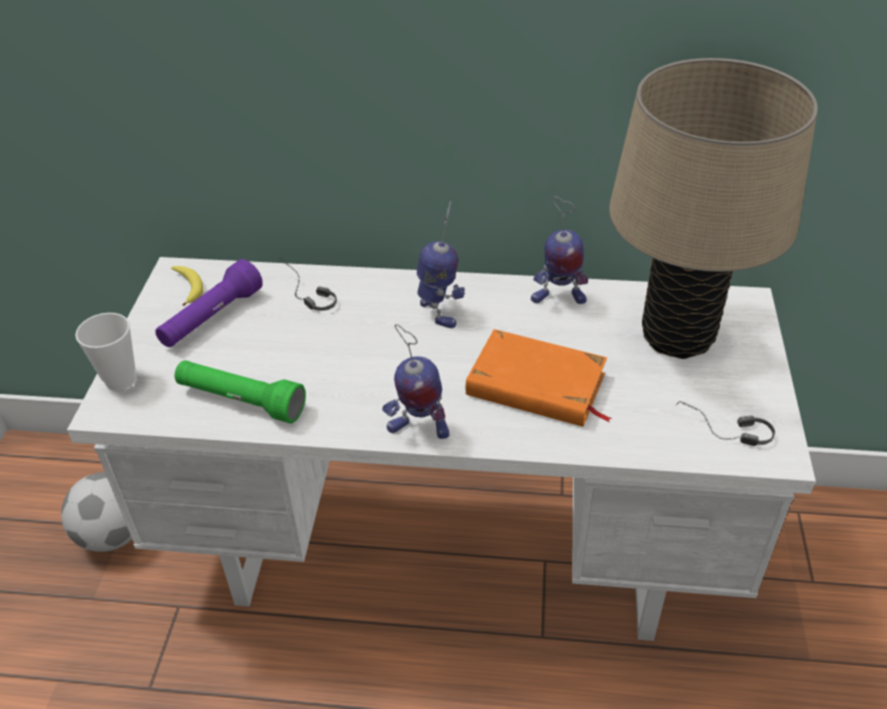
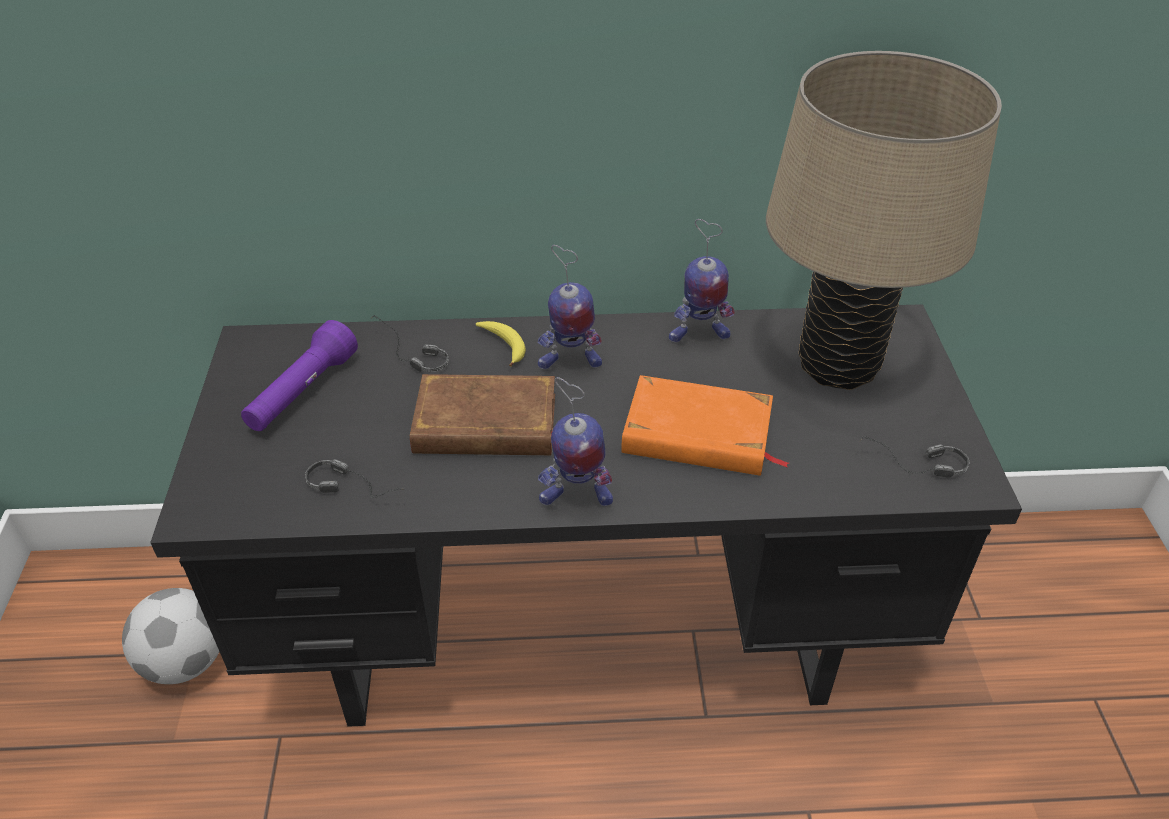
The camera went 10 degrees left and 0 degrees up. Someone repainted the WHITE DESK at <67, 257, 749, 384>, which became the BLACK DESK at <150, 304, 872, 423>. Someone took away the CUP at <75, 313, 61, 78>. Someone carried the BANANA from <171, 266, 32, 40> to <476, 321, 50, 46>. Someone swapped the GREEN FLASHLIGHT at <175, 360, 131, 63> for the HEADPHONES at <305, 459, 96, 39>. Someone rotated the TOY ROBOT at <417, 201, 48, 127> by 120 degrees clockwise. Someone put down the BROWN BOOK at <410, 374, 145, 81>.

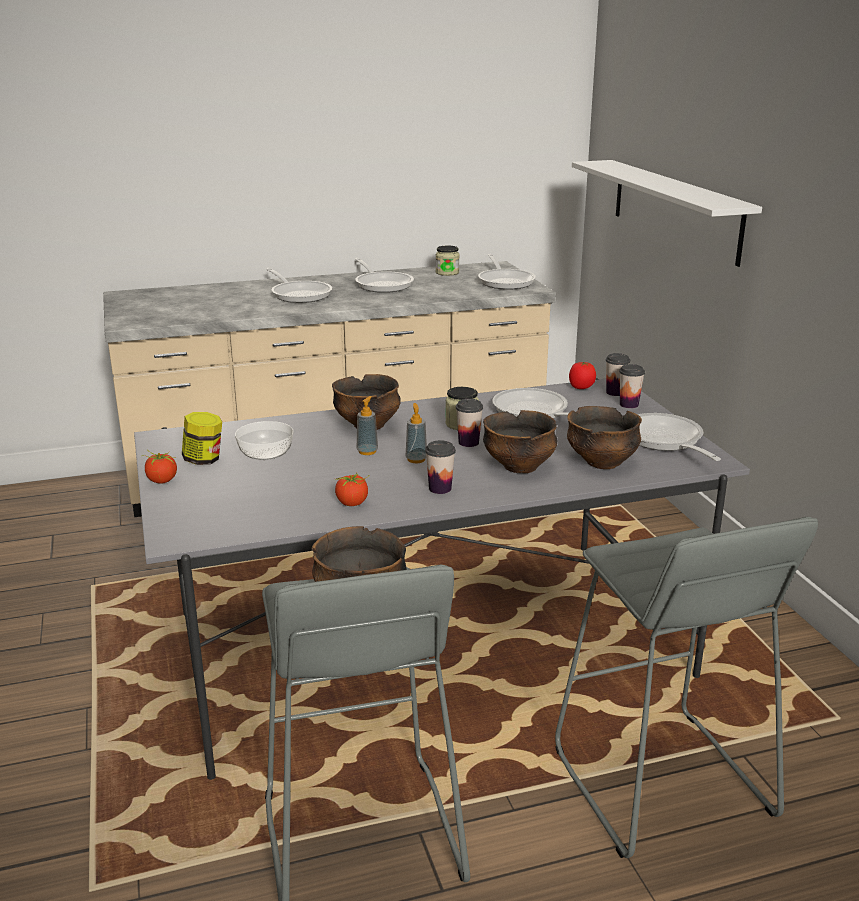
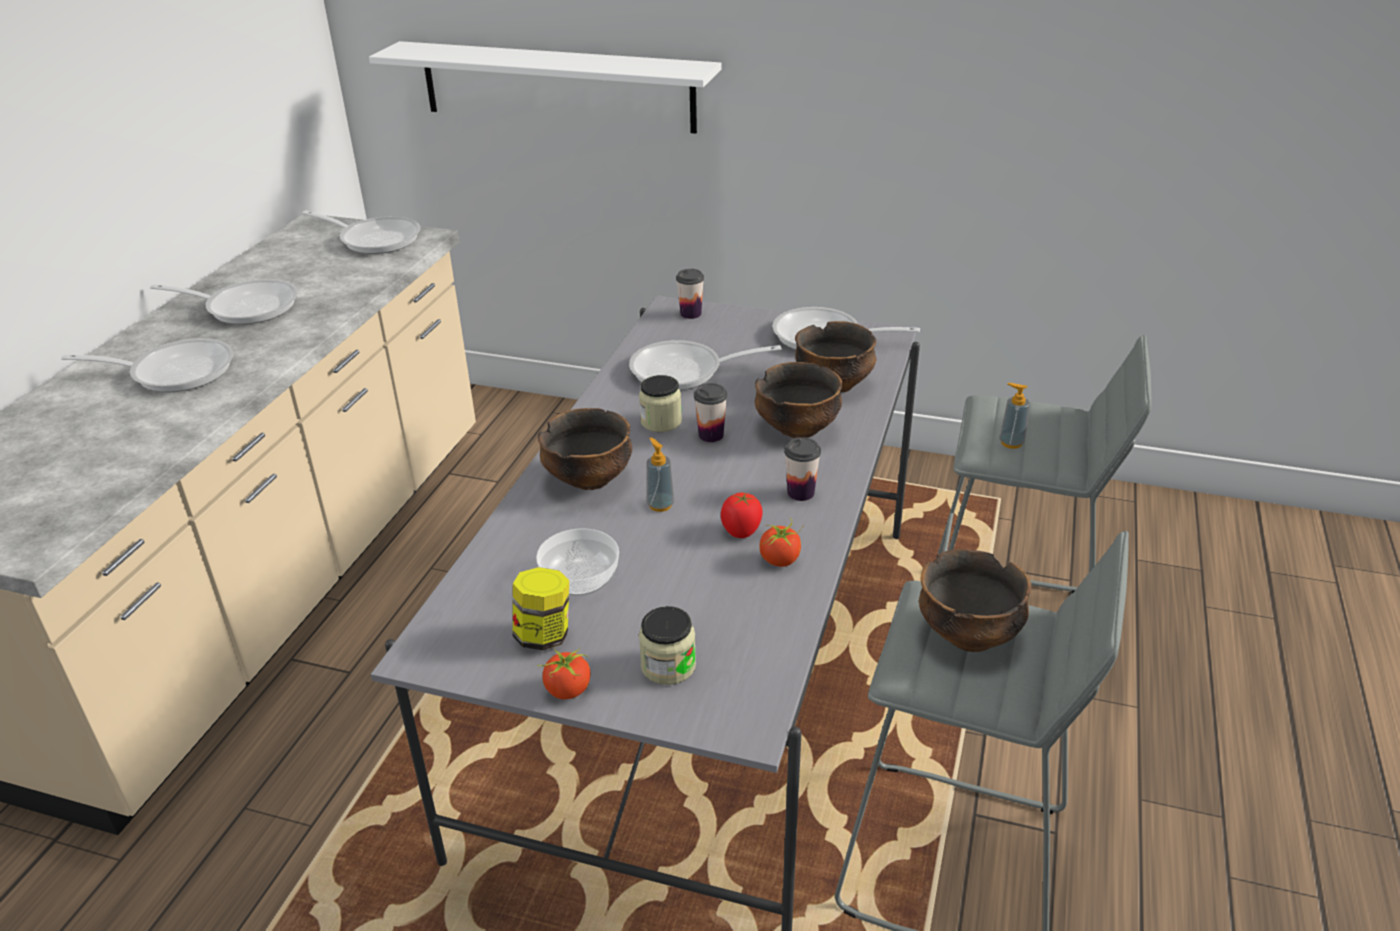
The camera went 55 degrees left and 10 degrees up. Someone carried the SOAP DISPENSER from <406, 403, 21, 60> to <999, 383, 31, 66>. Someone carried the JAR from <436, 246, 24, 30> to <639, 606, 57, 79>. Someone carried the TOMATO from <569, 362, 27, 27> to <721, 493, 42, 45>. Someone took away the CUP at <619, 364, 26, 44>.

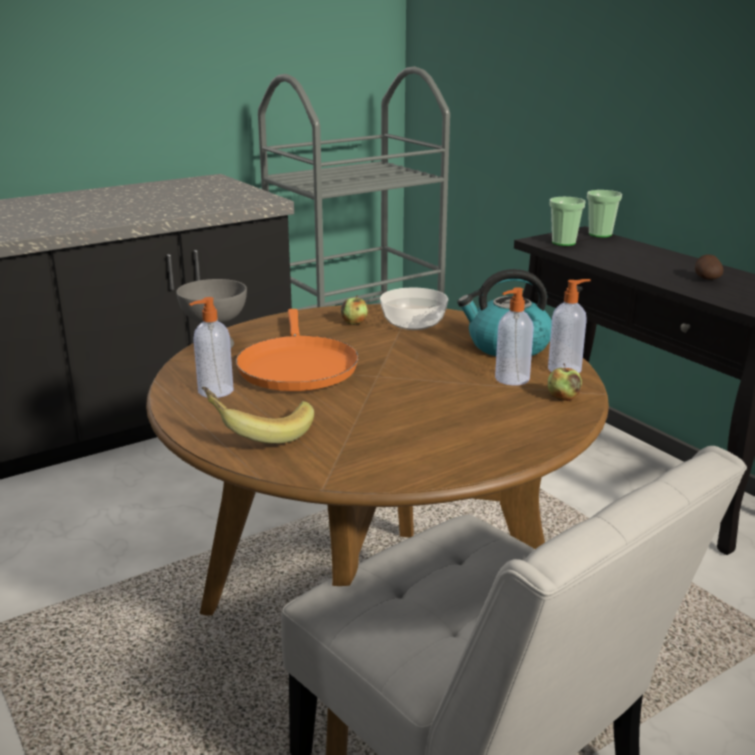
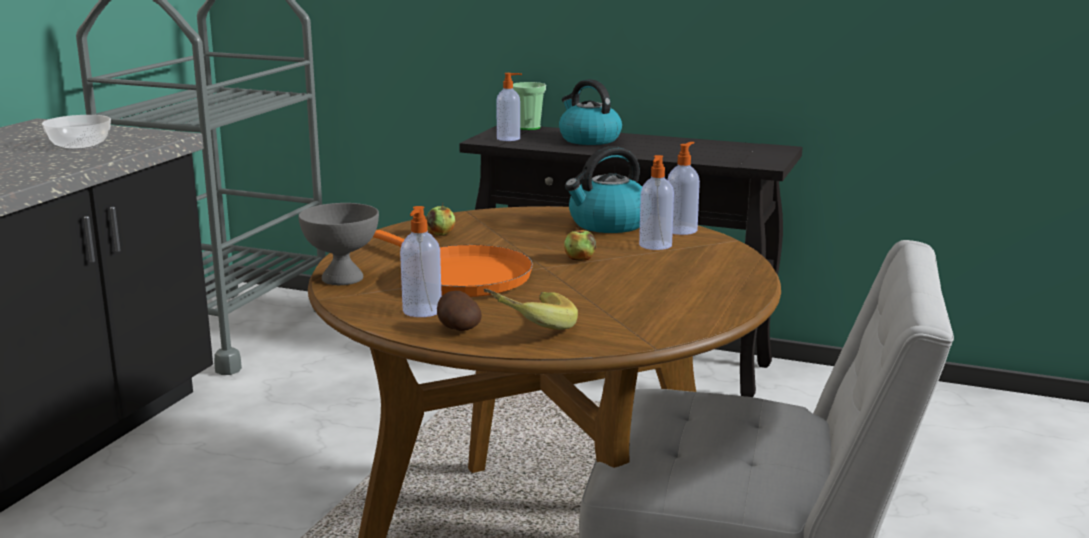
The camera went 35 degrees left and 5 degrees down. Someone carried the BOWL from <380, 287, 68, 43> to <42, 115, 69, 35>. Someone carried the APPLE from <547, 363, 35, 38> to <564, 226, 32, 35>. Someone swapped the CUP at <550, 197, 35, 49> for the SOAP DISPENSER at <496, 73, 26, 68>. Someone carried the POTATO from <695, 254, 29, 26> to <437, 291, 45, 40>. Someone put down the KETTLE at <559, 79, 63, 66>.

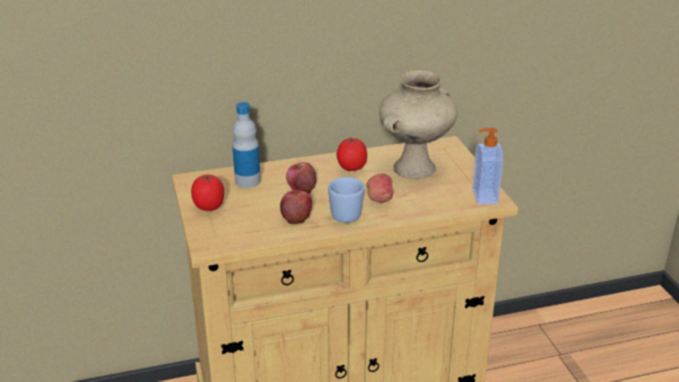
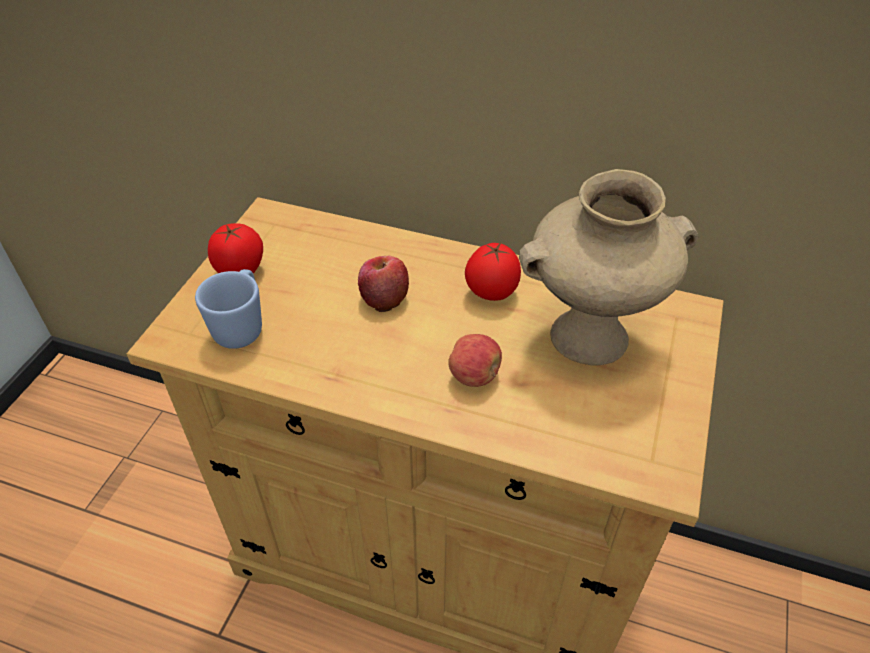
The camera went 35 degrees right and 15 degrees up. Someone took away the BOTTLE at <232, 102, 29, 86>. Someone took away the APPLE at <280, 190, 32, 34>. Someone carried the BLUE MUG from <328, 177, 37, 46> to <195, 269, 67, 80>. Someone took away the SOAP DISPENSER at <472, 128, 31, 77>.

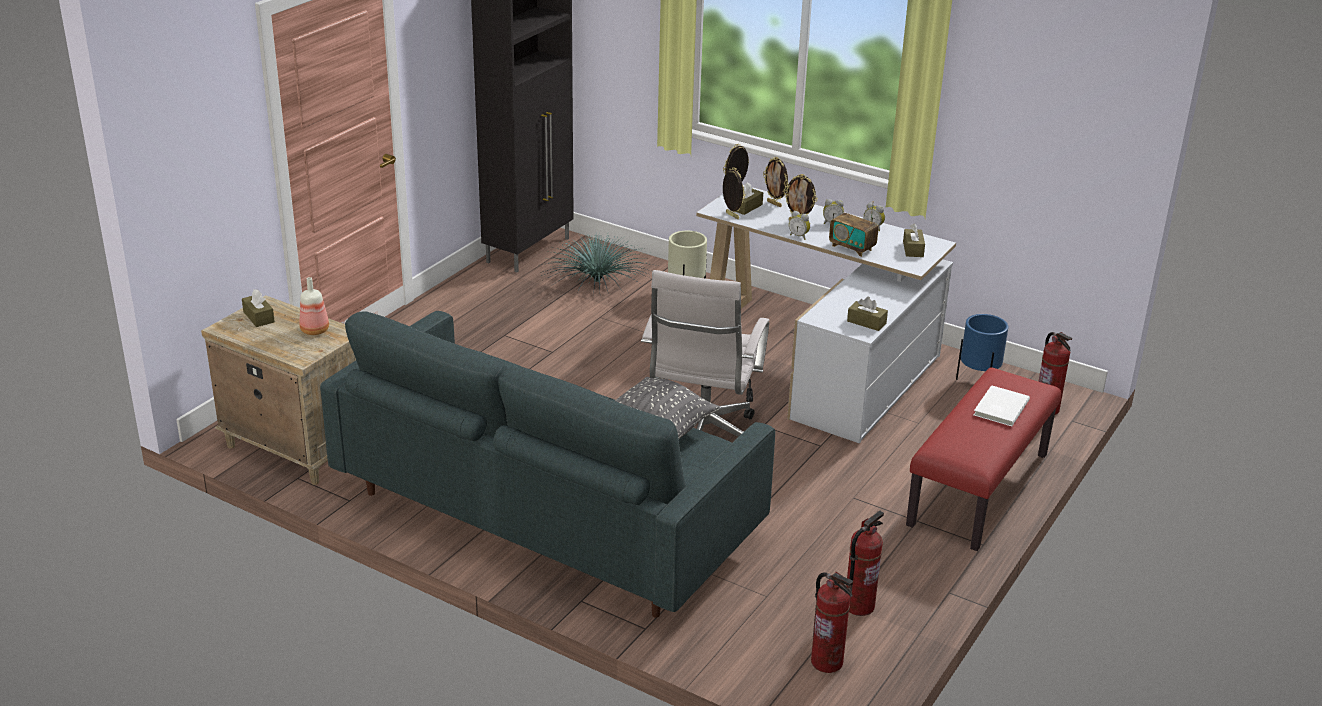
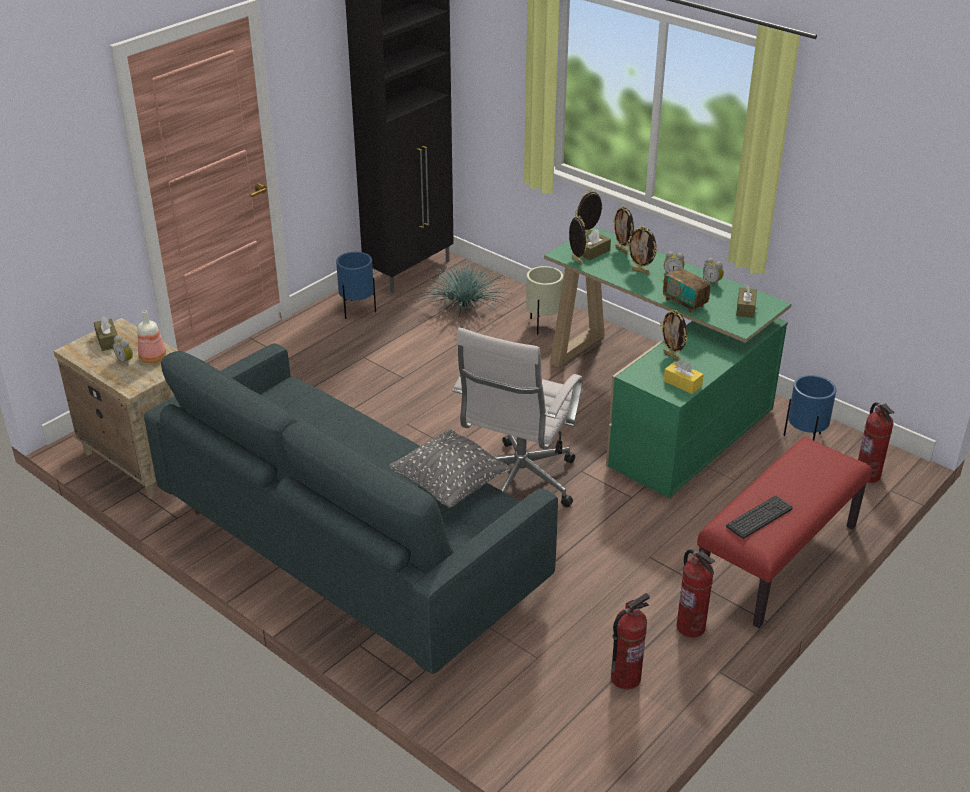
The camera went 10 degrees right and 5 degrees up. Someone repainted the WHITE DESK at <696, 185, 260, 258>, which became the GREEN DESK at <544, 227, 248, 271>. Someone carried the ALARM CLOCK from <789, 211, 21, 29> to <113, 335, 20, 31>. Someone carried the FIRE EXTINGUISHER from <811, 572, 42, 101> to <676, 549, 39, 89>. Someone repainted the BROWN TISSUE BOX at <847, 297, 41, 34>, which became the YELLOW TISSUE BOX at <664, 360, 40, 34>. Someone took away the WHITE BOOK at <974, 385, 56, 41>. Someone put down the BLUE PLANTER at <336, 252, 40, 67>. Someone put down the PICTURE FRAME at <660, 309, 27, 52>. Someone put down the KEYBOARD at <726, 495, 67, 44>.

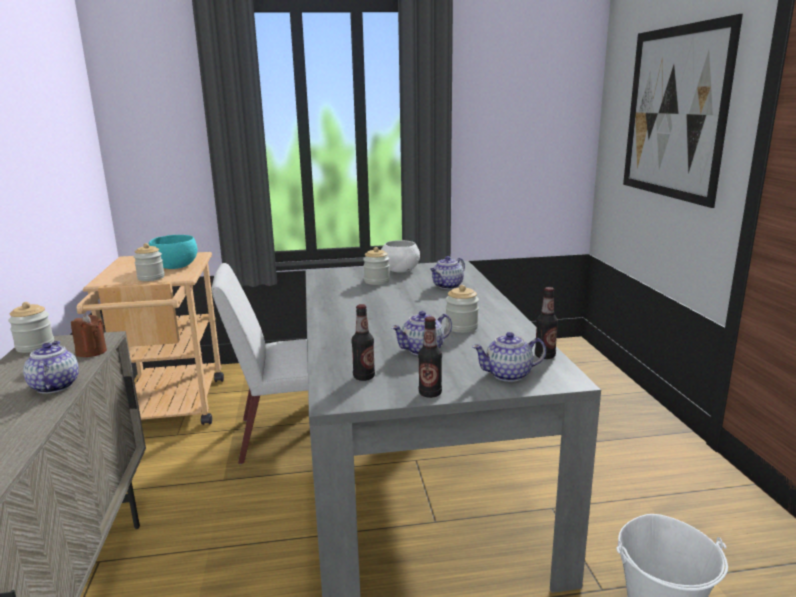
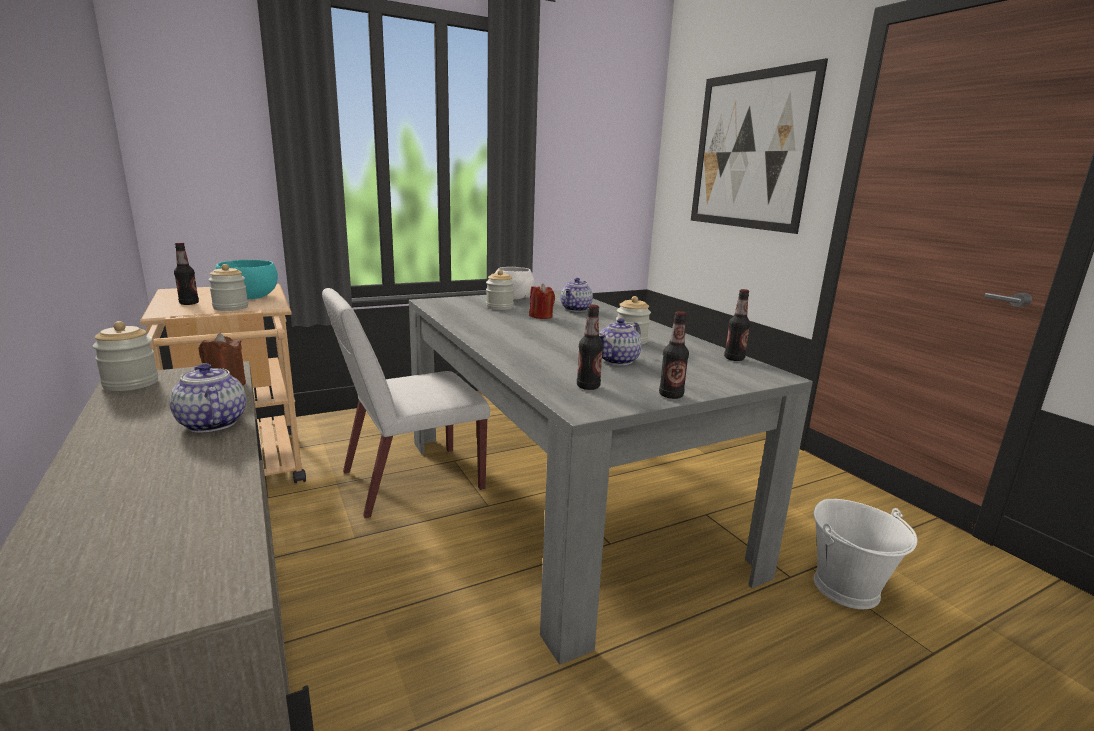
The camera went 20 degrees left and 0 degrees up. Someone took away the TEAPOT at <472, 332, 74, 50>. Someone put down the BOTTLE at <174, 242, 25, 63>. Someone put down the RED CANDLE at <529, 283, 26, 36>.

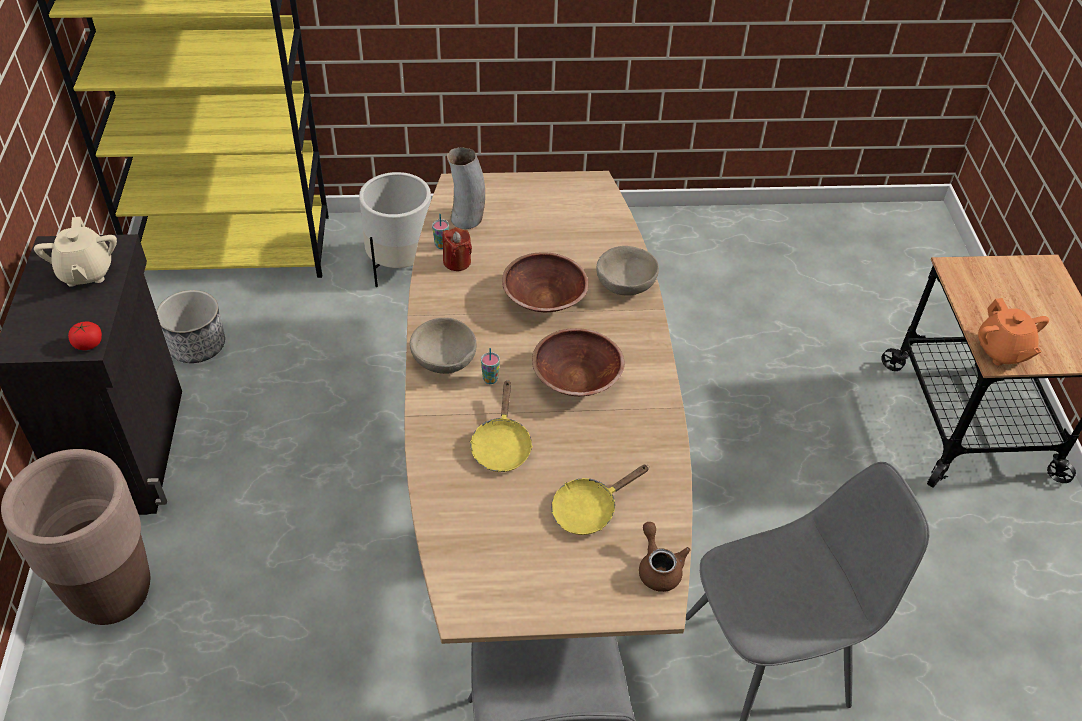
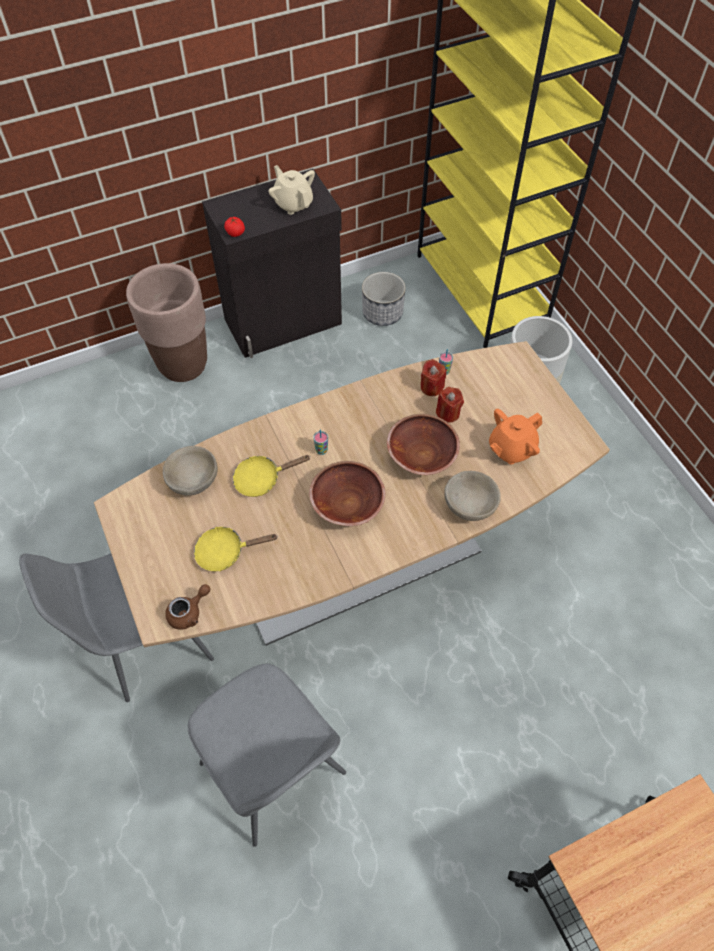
The camera went 70 degrees right and 10 degrees up. Someone rotated the BEIGE TEAPOT at <34, 217, 83, 70> by 90 degrees clockwise. Someone carried the BEIGE BOWL from <410, 318, 67, 56> to <163, 446, 55, 50>. Someone took away the VASE at <447, 147, 38, 82>. Someone rotated the YELLOW FRYING PAN at <551, 465, 98, 70> by 45 degrees counterclockwise. Someone carried the ORANGE TEAPOT from <978, 298, 71, 68> to <489, 409, 53, 55>. Someone put down the RED CANDLE at <436, 387, 28, 36>.

